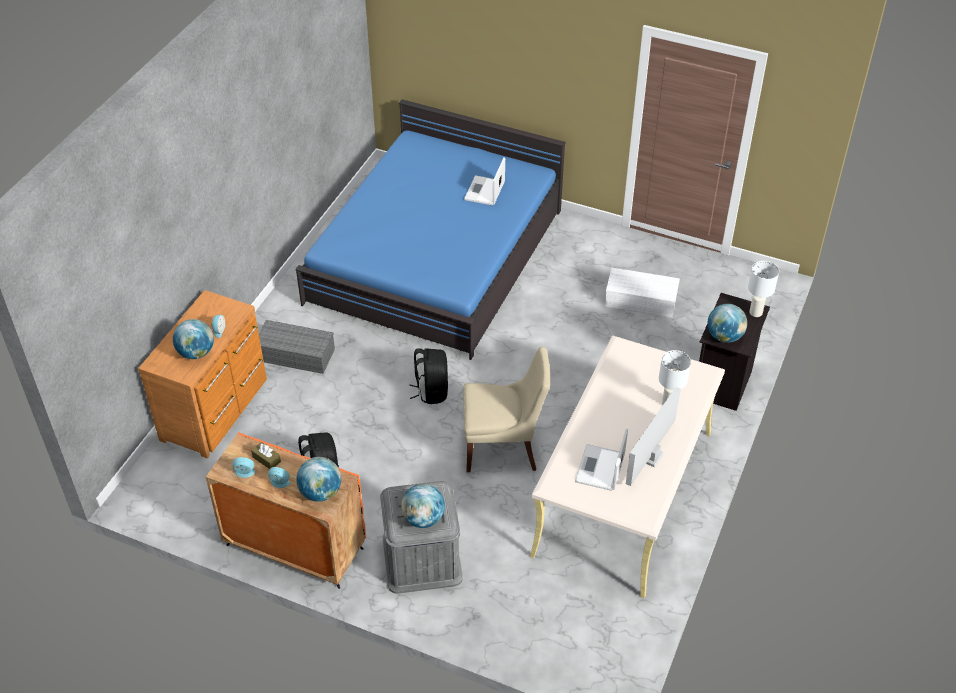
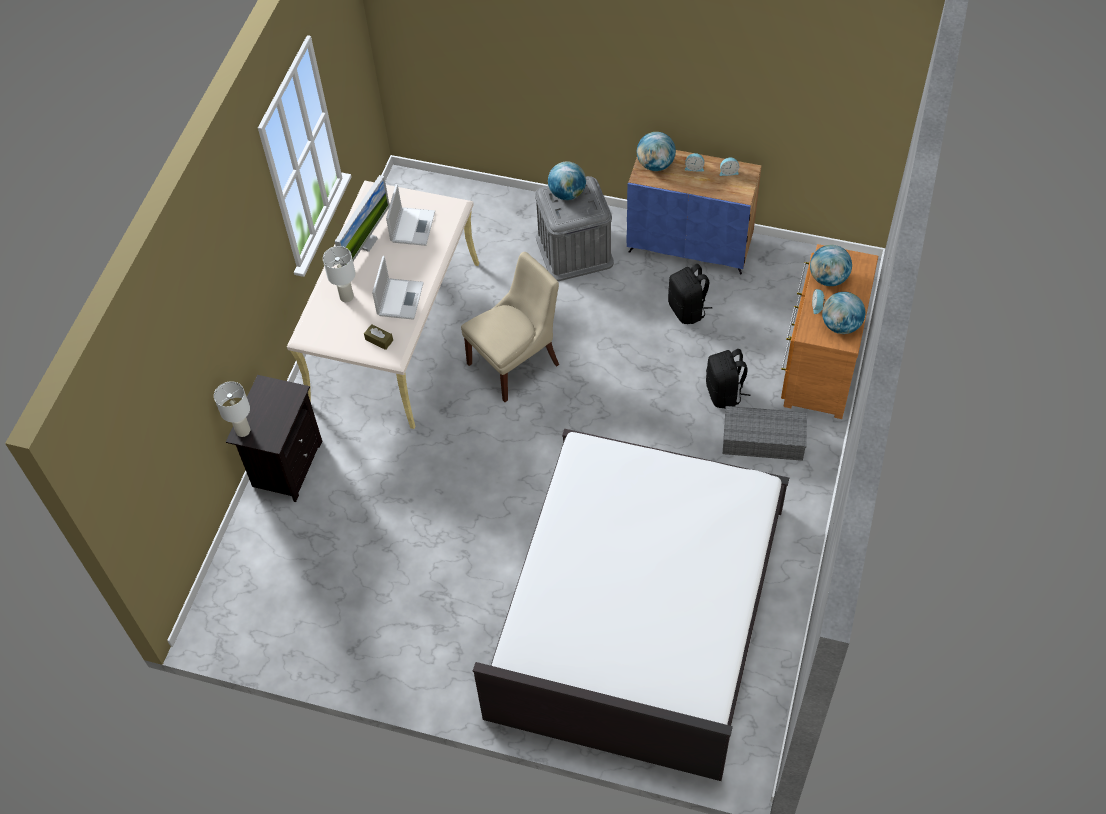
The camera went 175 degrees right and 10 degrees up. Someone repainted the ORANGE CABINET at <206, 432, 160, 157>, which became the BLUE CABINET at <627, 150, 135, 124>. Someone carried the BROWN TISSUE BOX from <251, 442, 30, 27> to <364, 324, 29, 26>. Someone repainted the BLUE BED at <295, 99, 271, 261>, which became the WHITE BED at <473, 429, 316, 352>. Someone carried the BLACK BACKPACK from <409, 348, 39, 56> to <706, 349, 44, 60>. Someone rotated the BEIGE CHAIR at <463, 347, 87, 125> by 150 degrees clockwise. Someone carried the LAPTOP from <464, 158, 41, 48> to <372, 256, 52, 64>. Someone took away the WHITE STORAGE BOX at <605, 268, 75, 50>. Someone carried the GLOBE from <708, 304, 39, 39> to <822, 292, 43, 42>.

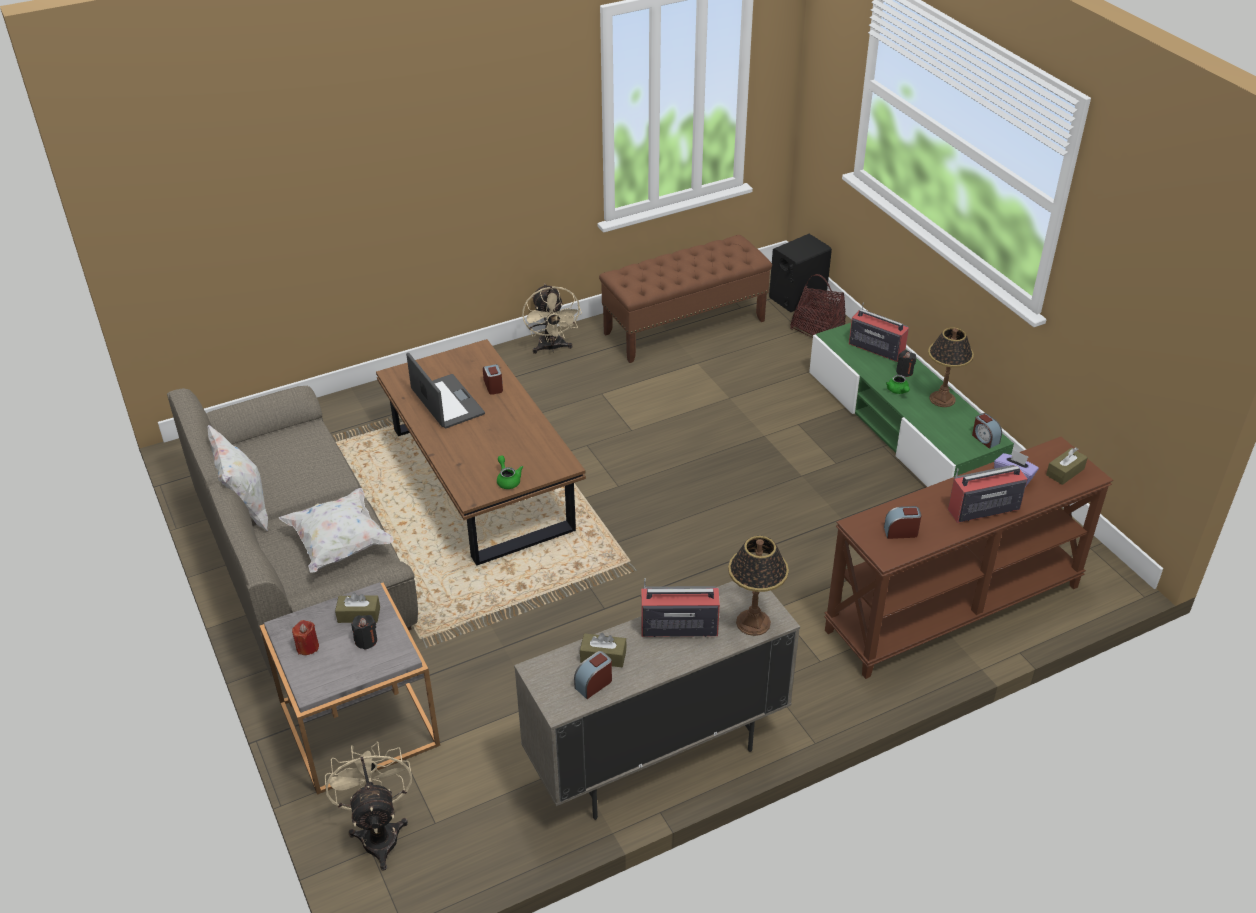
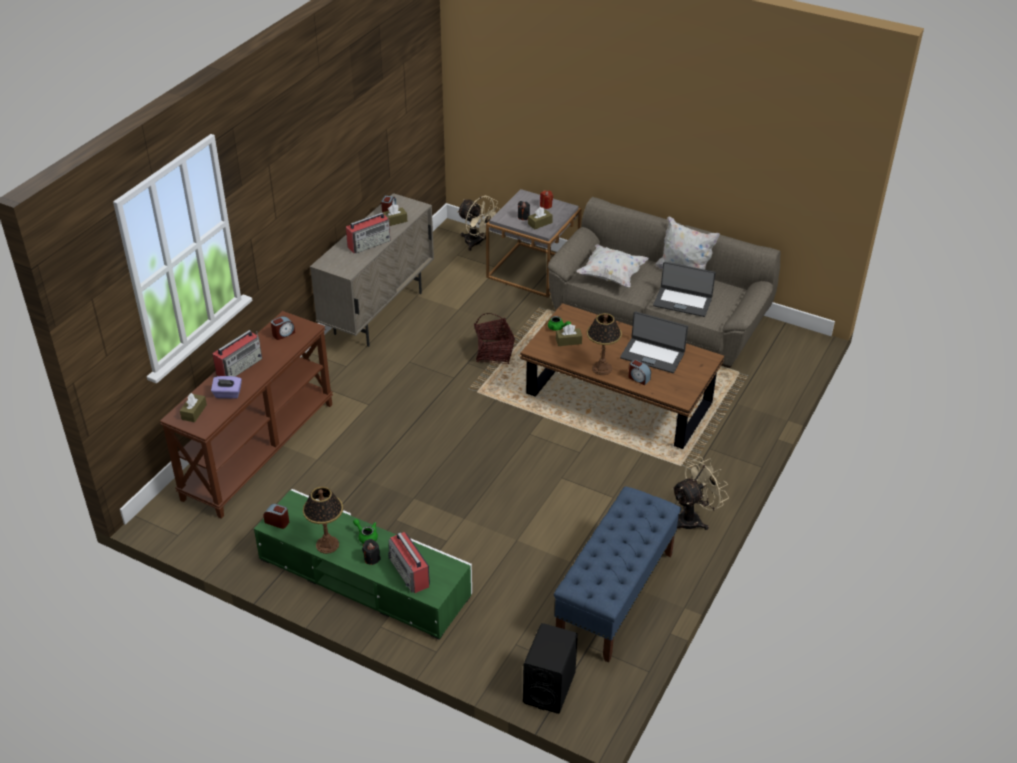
The camera went 145 degrees right and 0 degrees up. Someone rotated the BEIGE FAN at <522, 284, 60, 70> by 105 degrees clockwise. Someone repainted the BROWN BENCH at <599, 235, 173, 128>, which became the BLUE BENCH at <554, 486, 127, 177>. Someone carried the TABLE LAMP from <728, 536, 61, 100> to <587, 313, 35, 62>. Someone carried the BASKET from <790, 274, 56, 64> to <474, 313, 41, 51>. Someone rotated the RADIO at <849, 302, 60, 60> by 60 degrees clockwise. Someone put down the BROWN TISSUE BOX at <556, 324, 26, 22>. Someone put down the LAPTOP at <653, 262, 63, 55>.

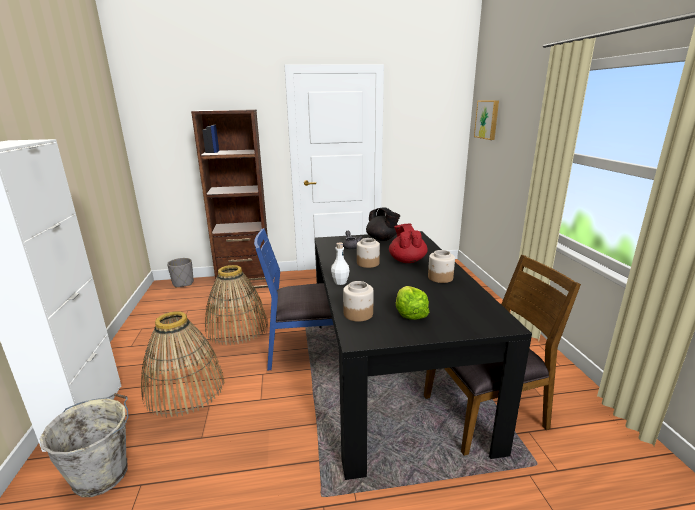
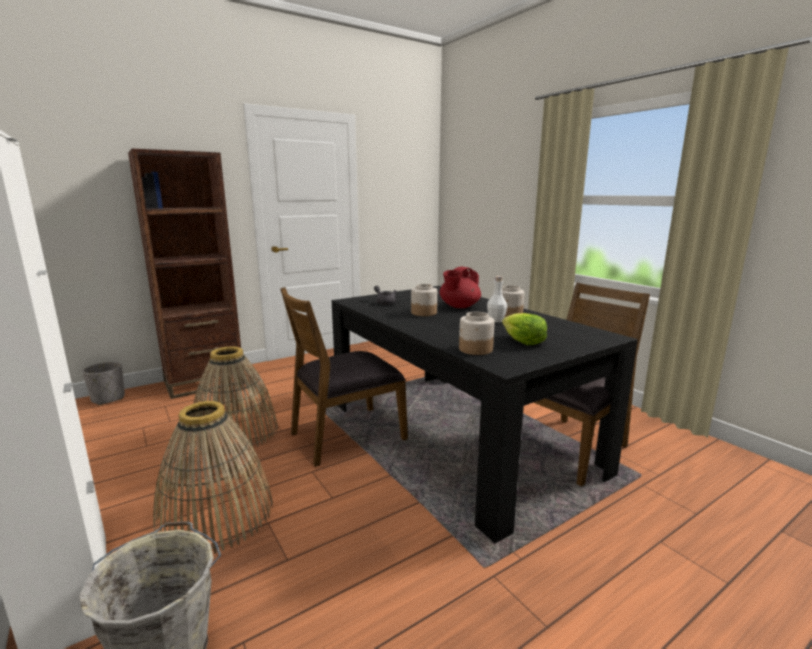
The camera went 25 degrees left and 5 degrees down. Someone repainted the BLUE CHAIR at <254, 228, 79, 143>, which became the BROWN CHAIR at <280, 287, 128, 180>. Someone carried the WHITE BOTTLE from <331, 242, 19, 43> to <487, 276, 20, 47>. Someone took away the BLACK TEAPOT at <366, 207, 34, 34>. Someone rotated the RED TEAPOT at <389, 224, 39, 39> by 105 degrees counterclockwise. Someone took away the PICTURE at <474, 100, 25, 40>.

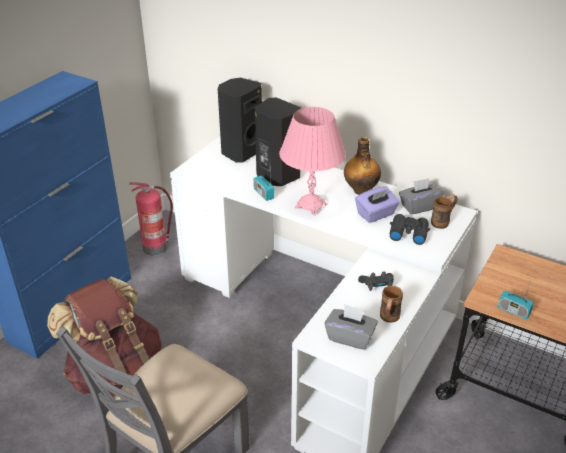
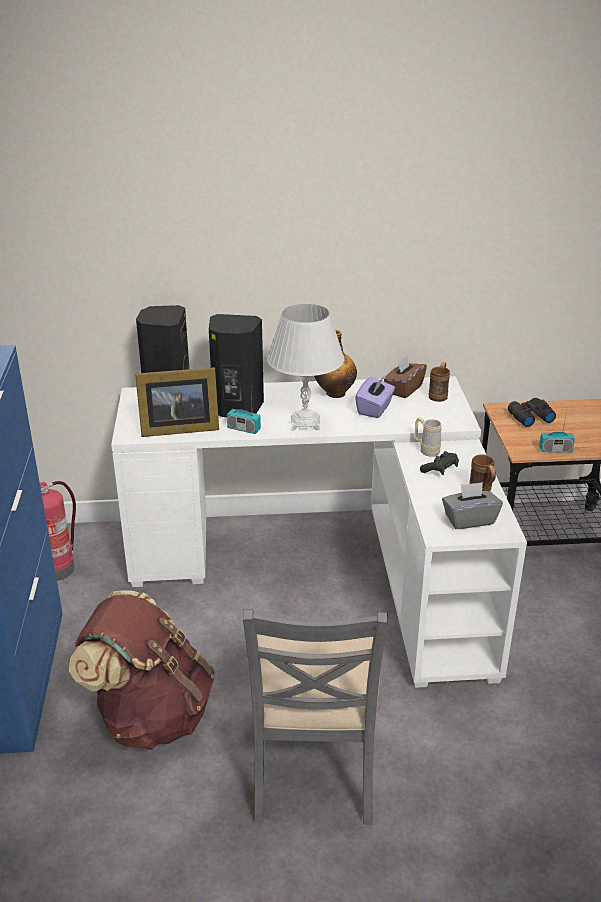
The camera went 35 degrees left and 5 degrees down. Someone repainted the PINK TABLE LAMP at <279, 107, 67, 109>, which became the WHITE TABLE LAMP at <267, 304, 78, 127>. Someone carried the BLACK BINOCULARS from <390, 214, 40, 31> to <508, 398, 48, 29>. Someone repainted the GREY TISSUE BOX at <399, 178, 45, 36>, which became the BROWN TISSUE BOX at <384, 356, 43, 42>. Someone put down the PICTURE FRAME at <135, 367, 84, 70>. Someone put down the BEIGE MUG at <415, 417, 27, 40>.

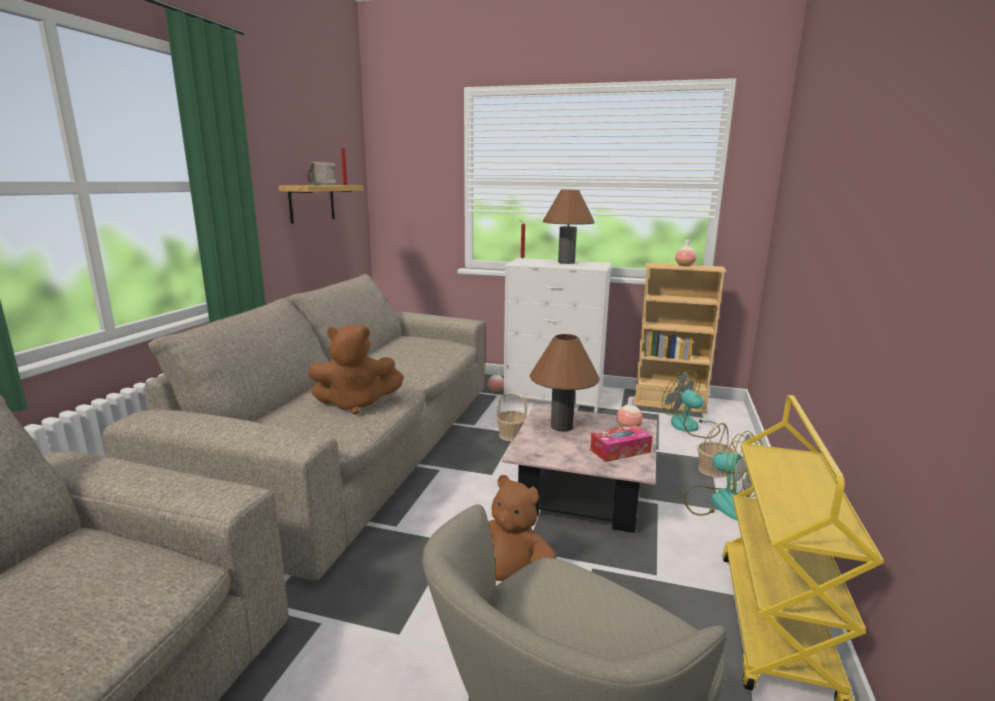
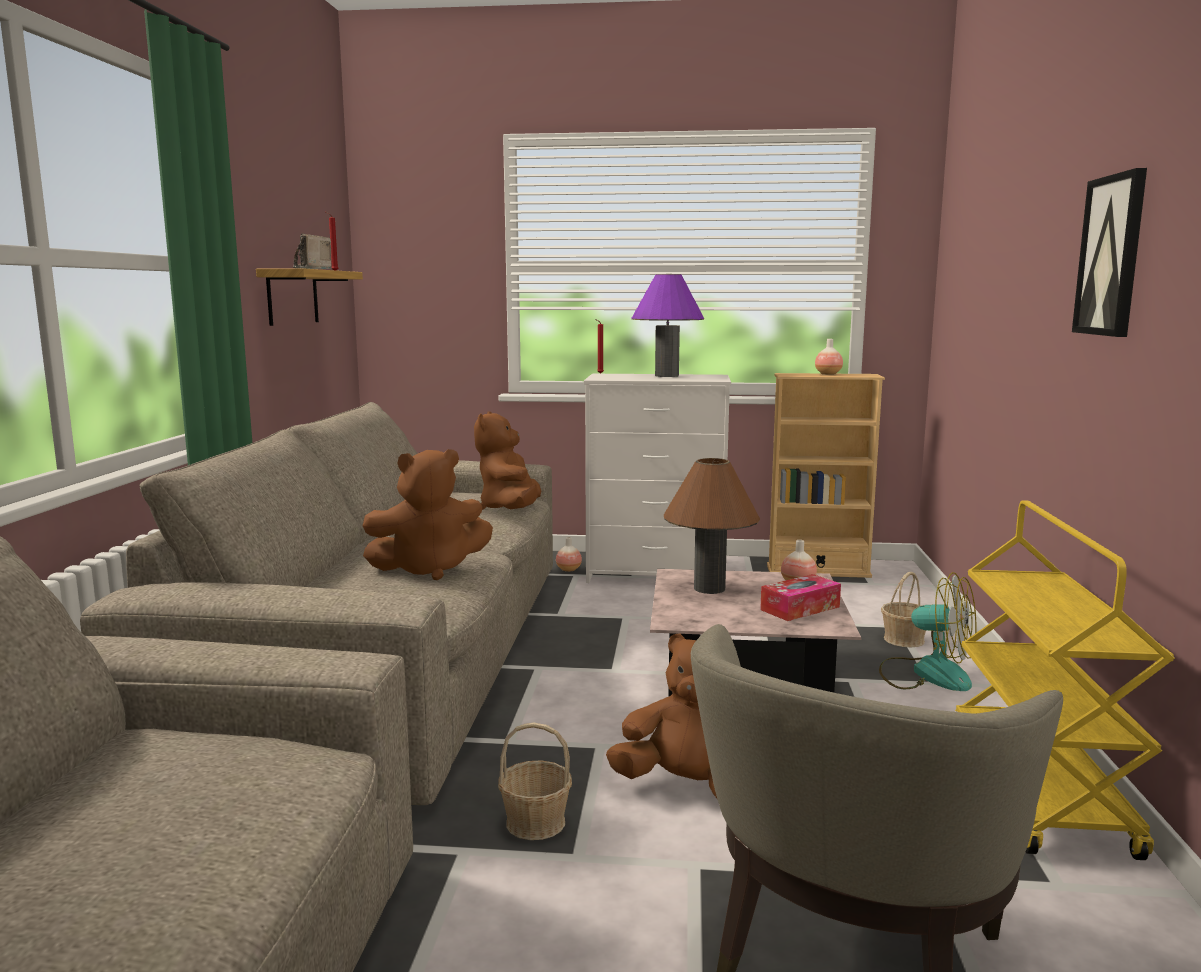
The camera went 10 degrees left and 5 degrees down. Someone carried the BASKET from <496, 392, 31, 49> to <498, 722, 74, 118>. Someone repainted the BROWN TABLE LAMP at <543, 190, 52, 74>, which became the PURPLE TABLE LAMP at <631, 274, 73, 103>. Someone took away the FAN at <662, 370, 58, 68>. Someone put down the BROWN PLUSH TOY at <474, 411, 67, 99>. Someone put up the PICTURE at <1072, 168, 75, 169>.

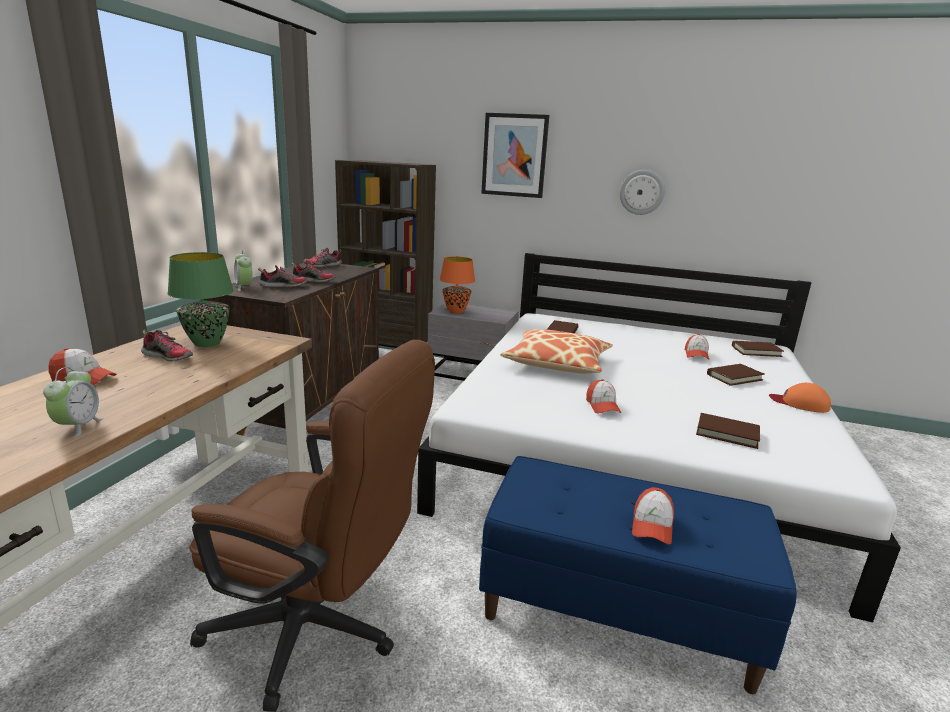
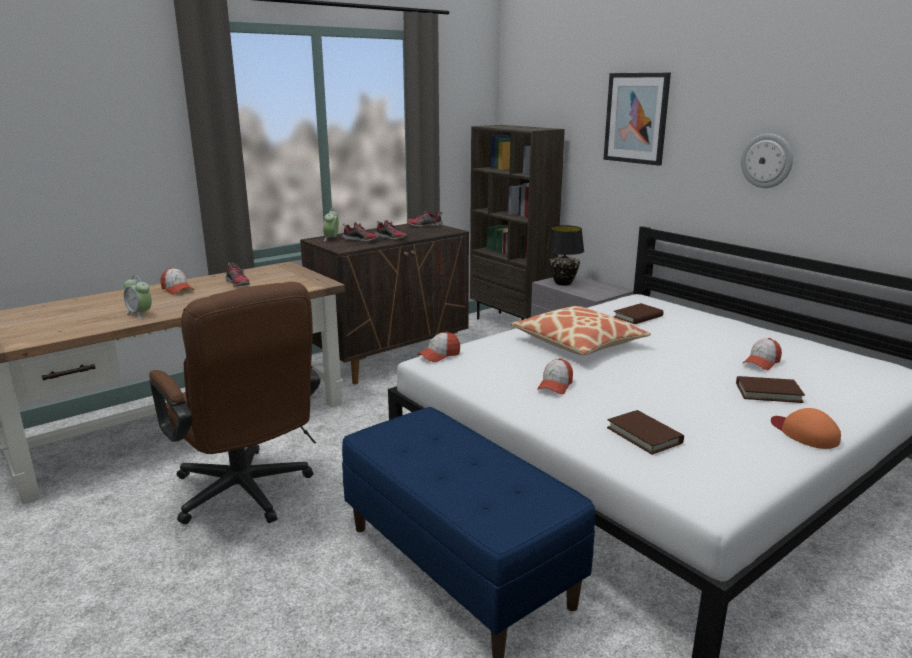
The camera went 35 degrees right and 0 degrees up. Someone rotated the ALARM CLOCK at <43, 367, 61, 71> by 90 degrees clockwise. Someone took away the GREEN TABLE LAMP at <167, 252, 67, 95>. Someone repainted the ORANGE TABLE LAMP at <440, 257, 35, 56>, which became the BLACK TABLE LAMP at <546, 225, 38, 61>. Someone carried the CAP from <632, 487, 42, 58> to <417, 332, 43, 30>. Someone took away the BROWN BOOK at <732, 341, 52, 16>.

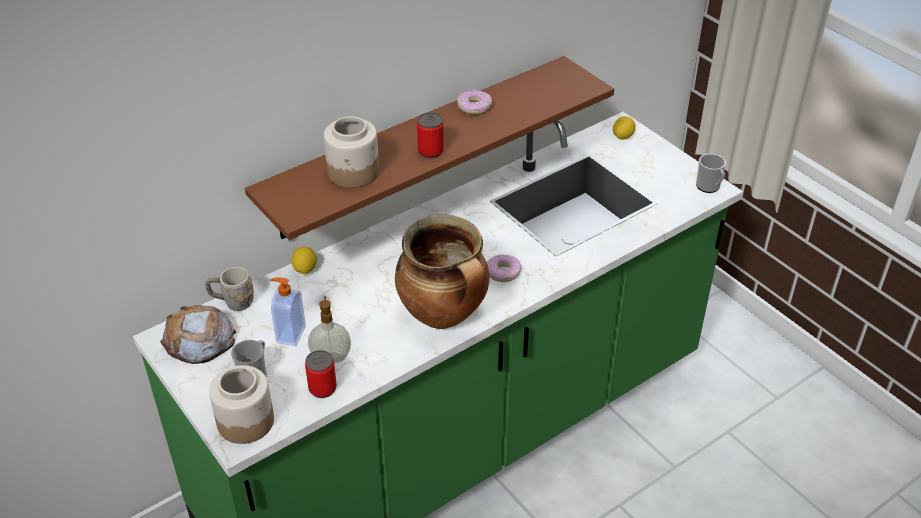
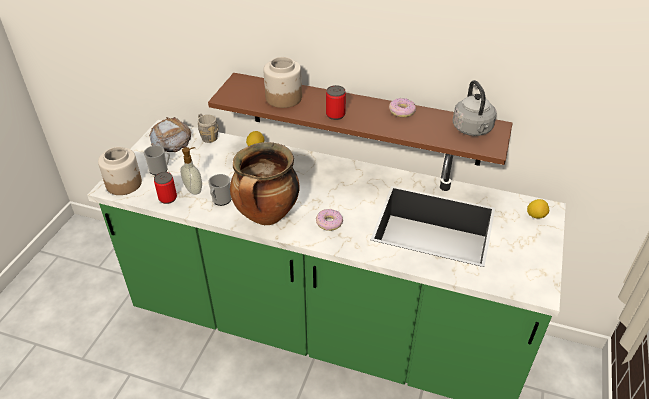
The camera went 55 degrees right and 0 degrees up. Someone took away the SOAP DISPENSER at <270, 277, 36, 69>. Someone carried the MUG from <696, 154, 30, 39> to <208, 174, 24, 32>. Someone put down the GREY KETTLE at <452, 80, 44, 56>.

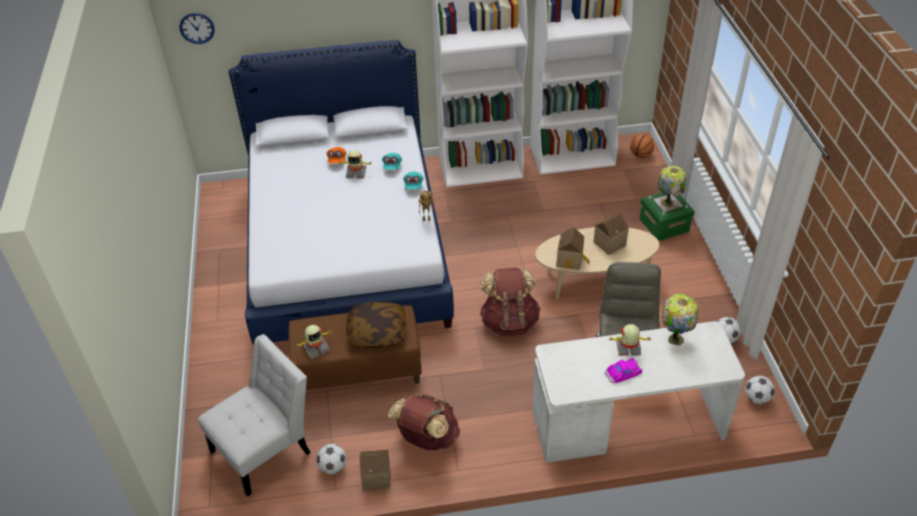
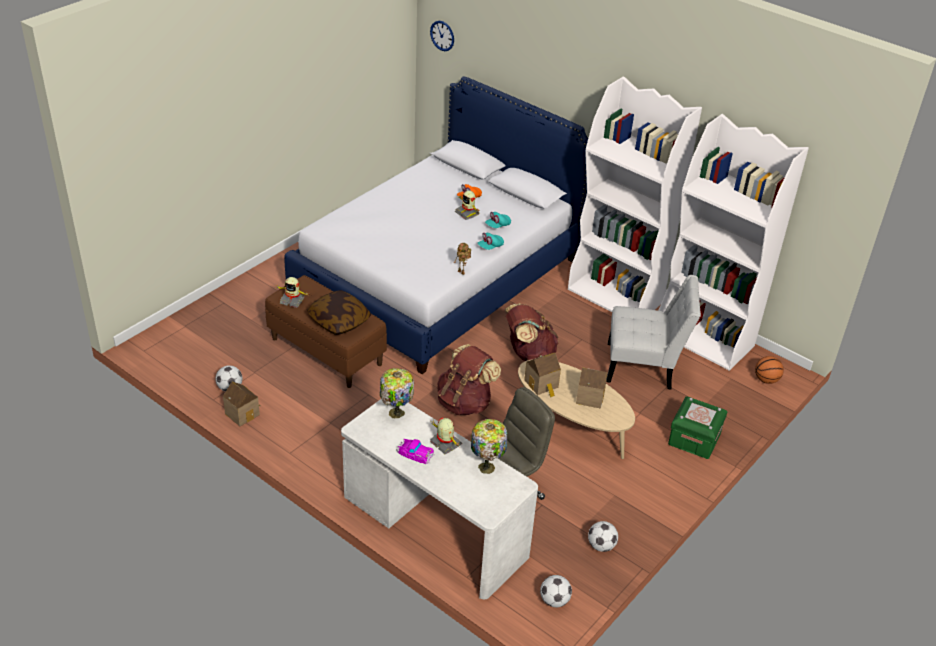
The camera went 45 degrees right and 5 degrees down. Someone carried the WHITE CHAIR from <198, 334, 113, 162> to <606, 275, 95, 115>. Someone carried the BROWN BACKPACK from <388, 394, 72, 56> to <505, 303, 54, 58>. Someone carried the TABLE LAMP from <657, 165, 30, 42> to <380, 368, 34, 50>.

